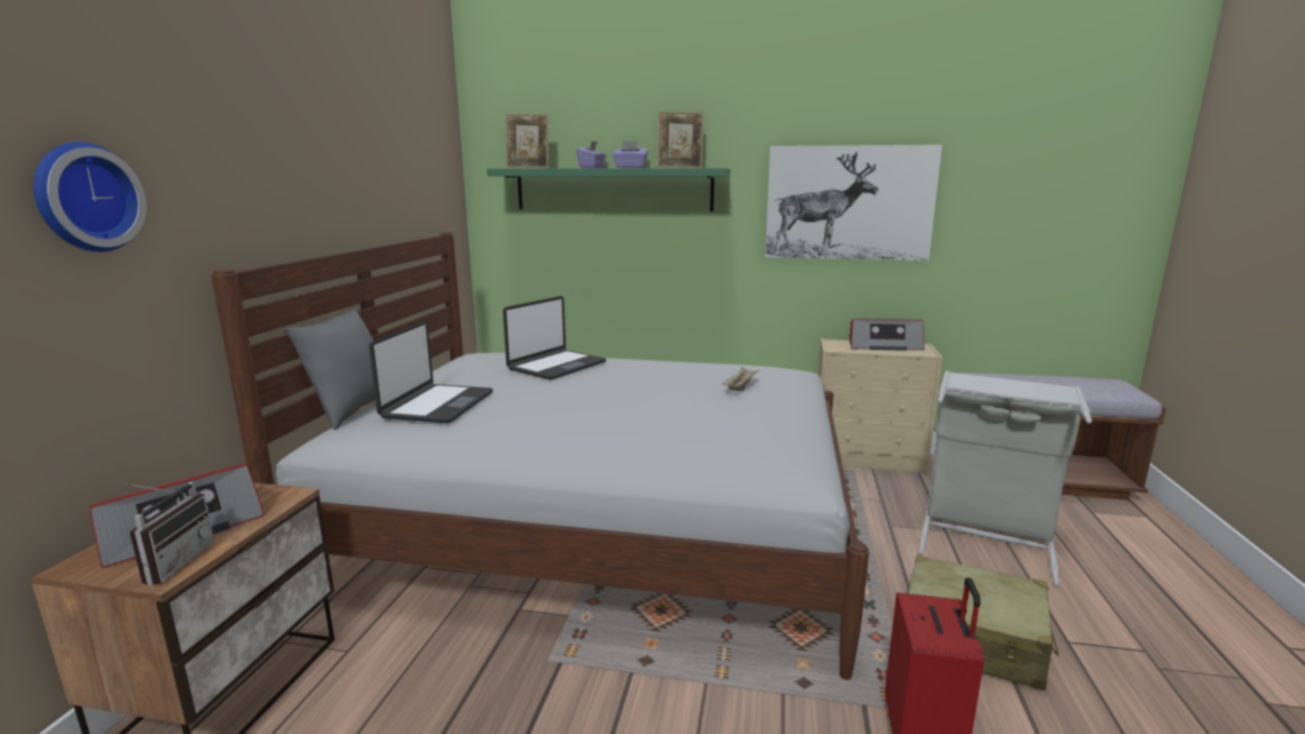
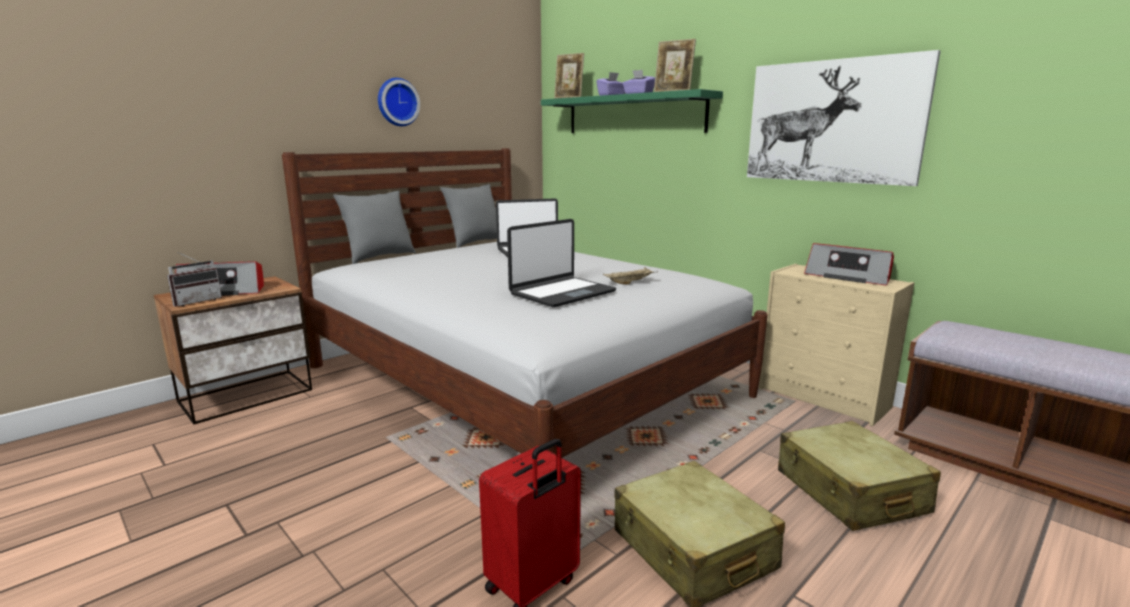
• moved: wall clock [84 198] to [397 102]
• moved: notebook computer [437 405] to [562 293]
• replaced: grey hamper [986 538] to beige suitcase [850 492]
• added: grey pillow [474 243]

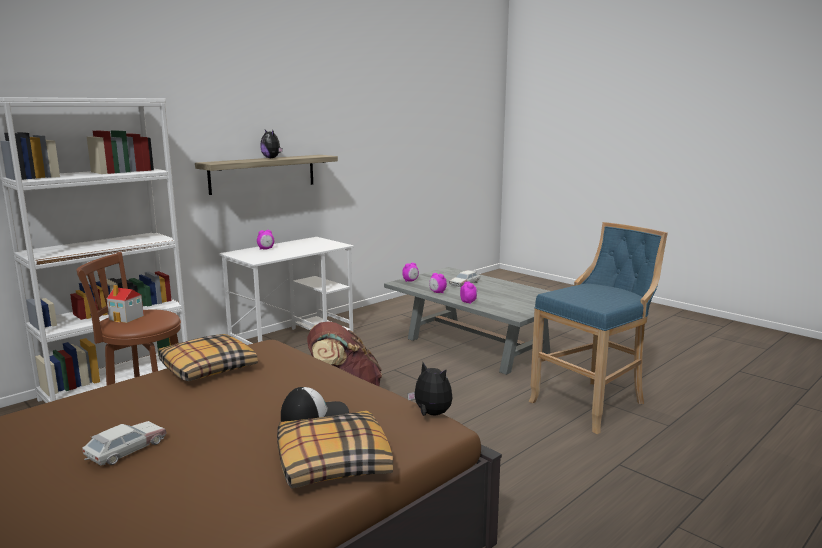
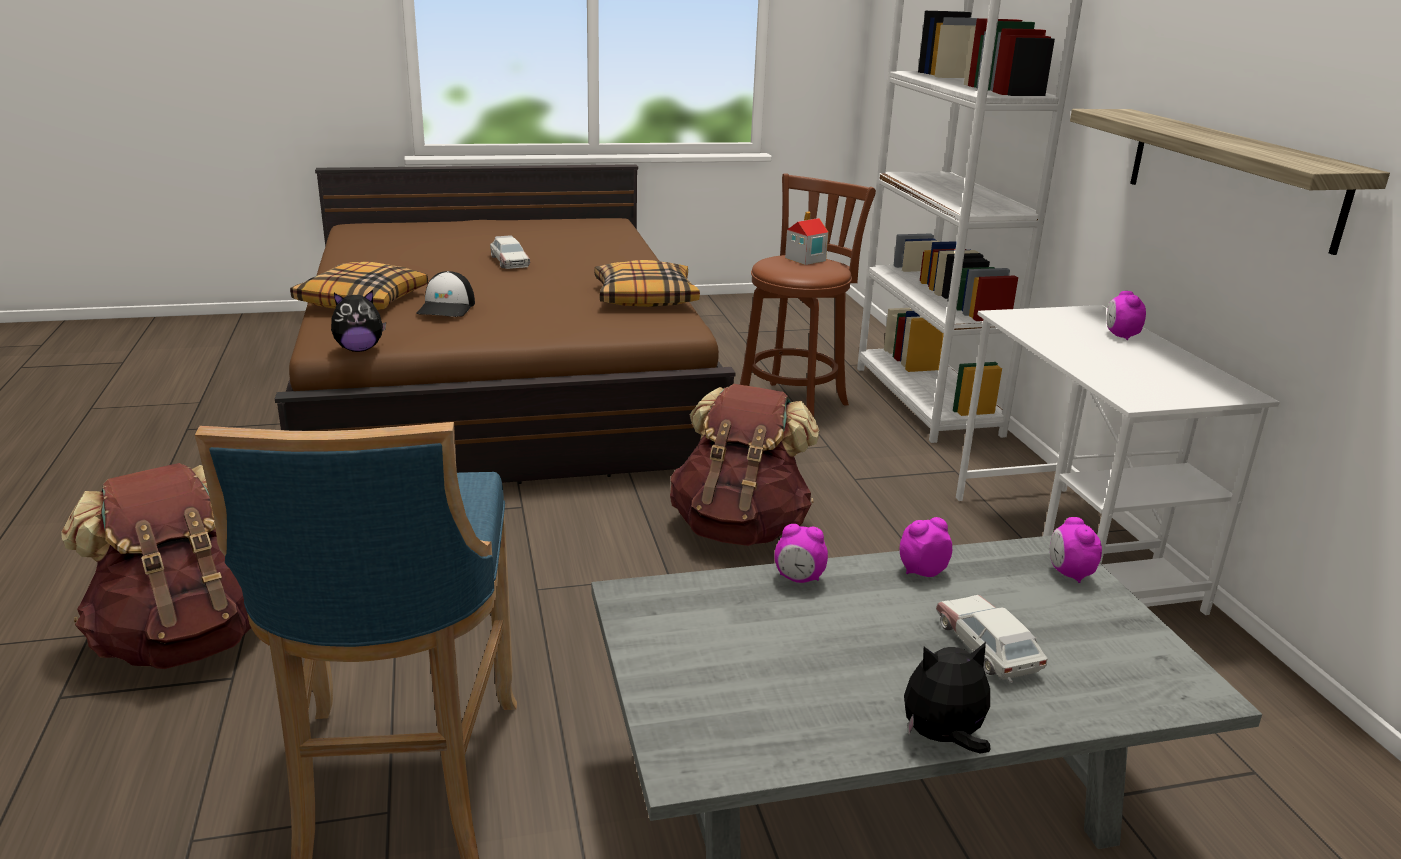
• moved: plush toy [272 158] to [943 738]
• added: brownish rucksack [186 638]

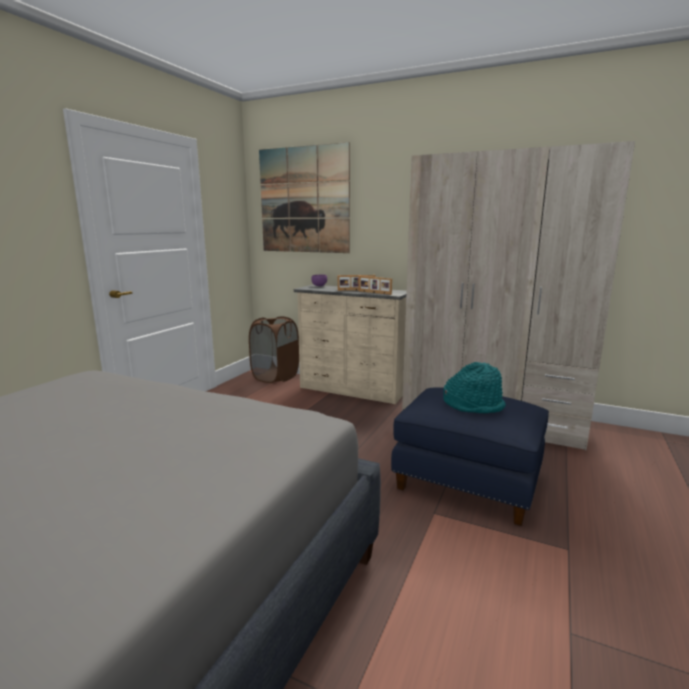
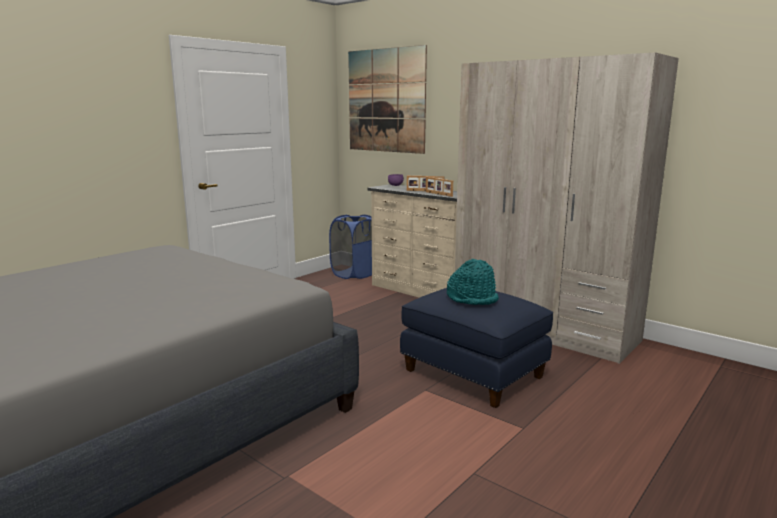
• recoloured: brownish hamper [275 377] to blue-coloured hamper [354 274]

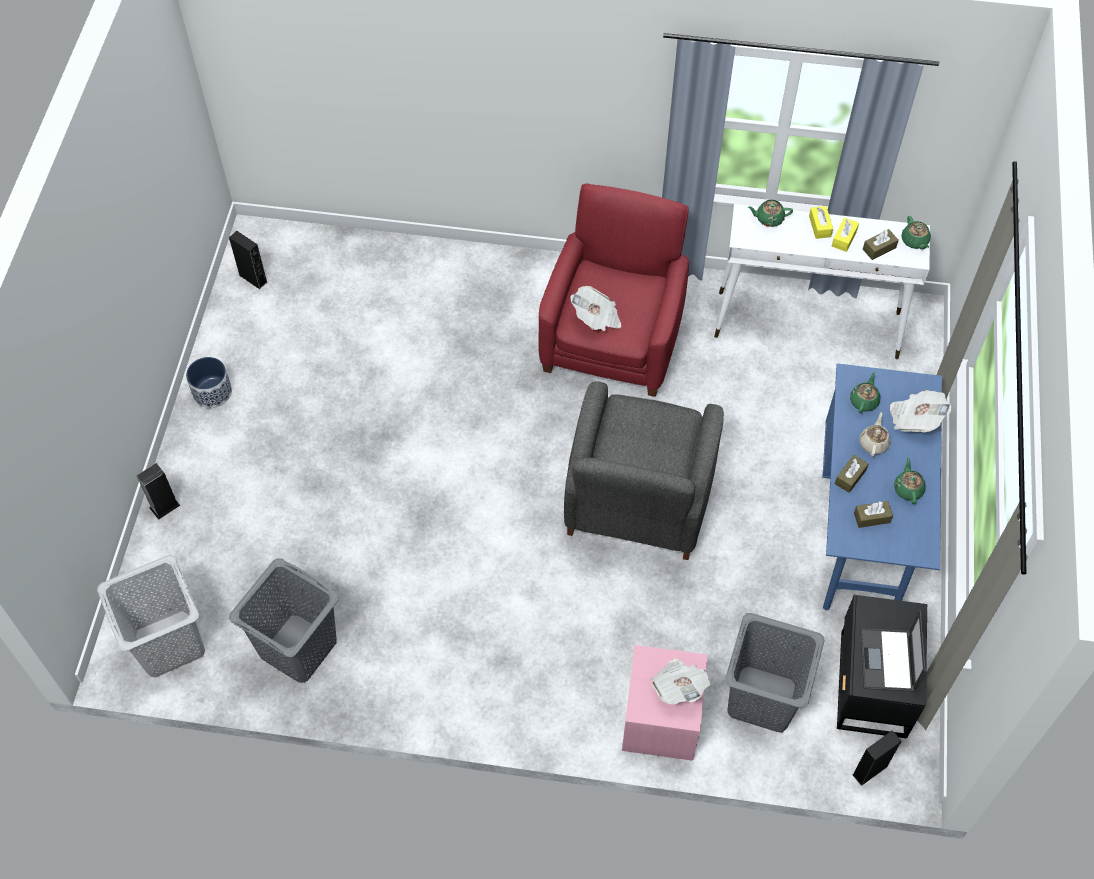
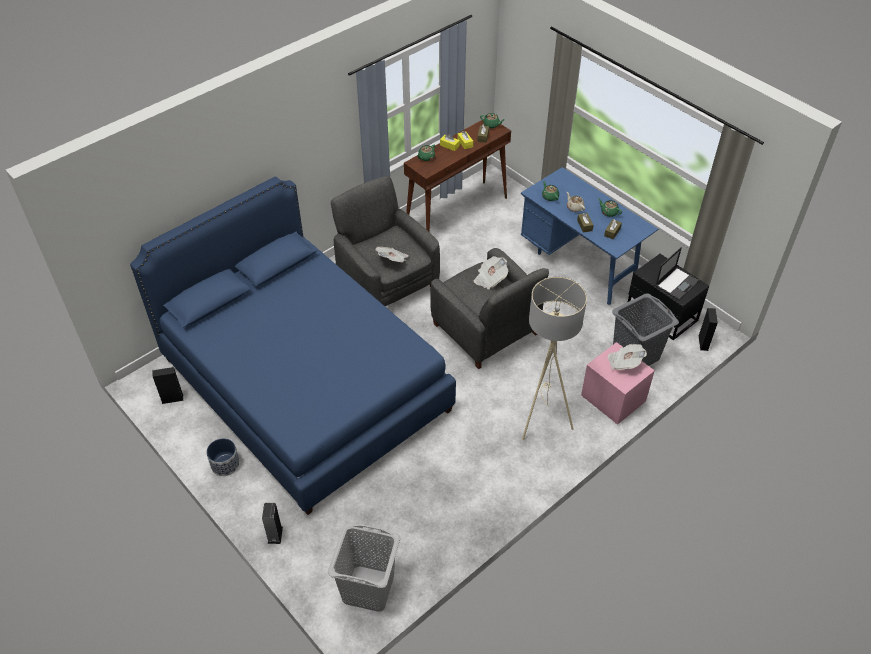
• recoloured: red easy chair [613 338] to grey easy chair [386 280]
• recoloured: white console table [808 325] to brownish console table [457 213]
• moved: newspaper [915 419] to [490 279]
• removed: grey hamper [297 648]
• turned: notebook computer [887 661] = [677 283] 90 degrees counterclockwise
• added: blue-coloured bed [305 384]
• added: beige floor lamp [541 417]

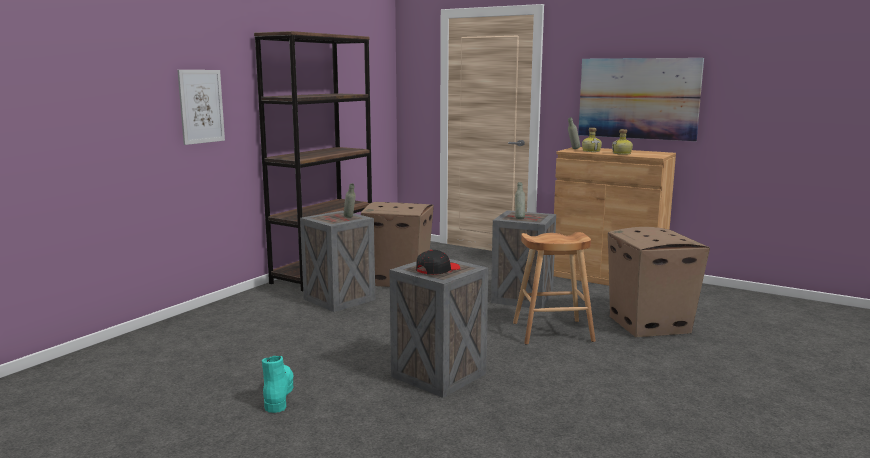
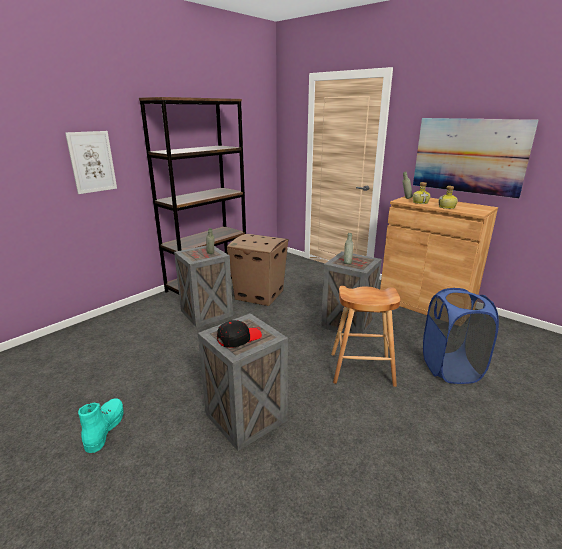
• replaced: cardboard box [649 325] to blue-coloured hamper [450 368]

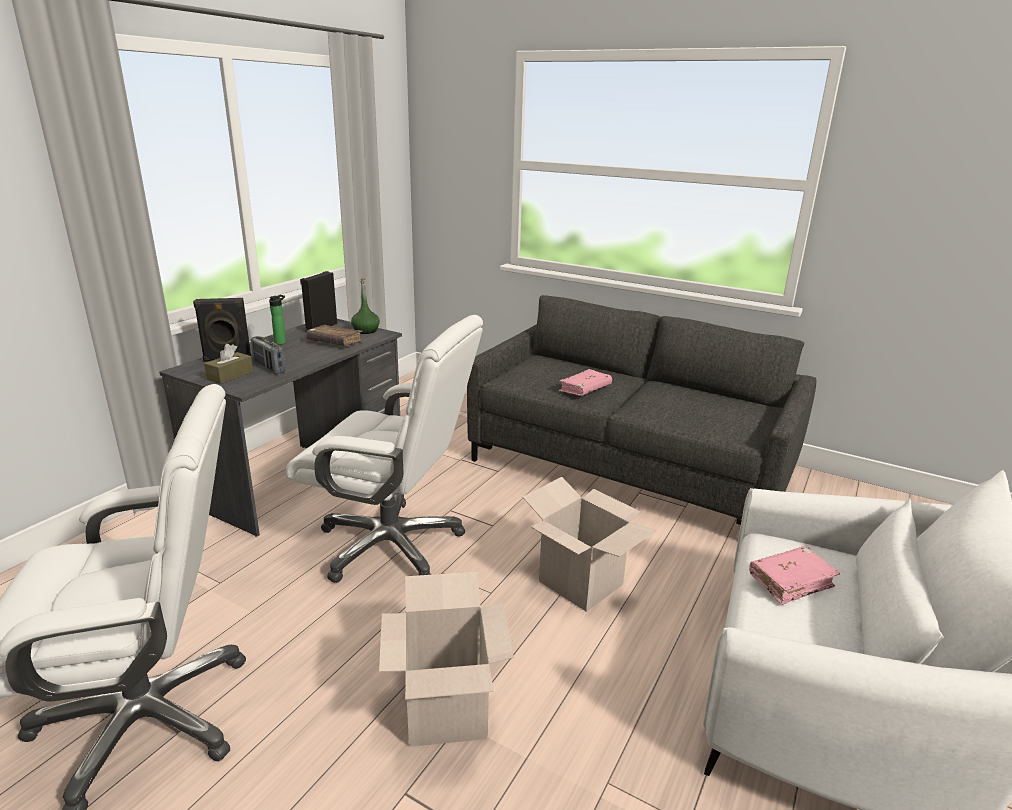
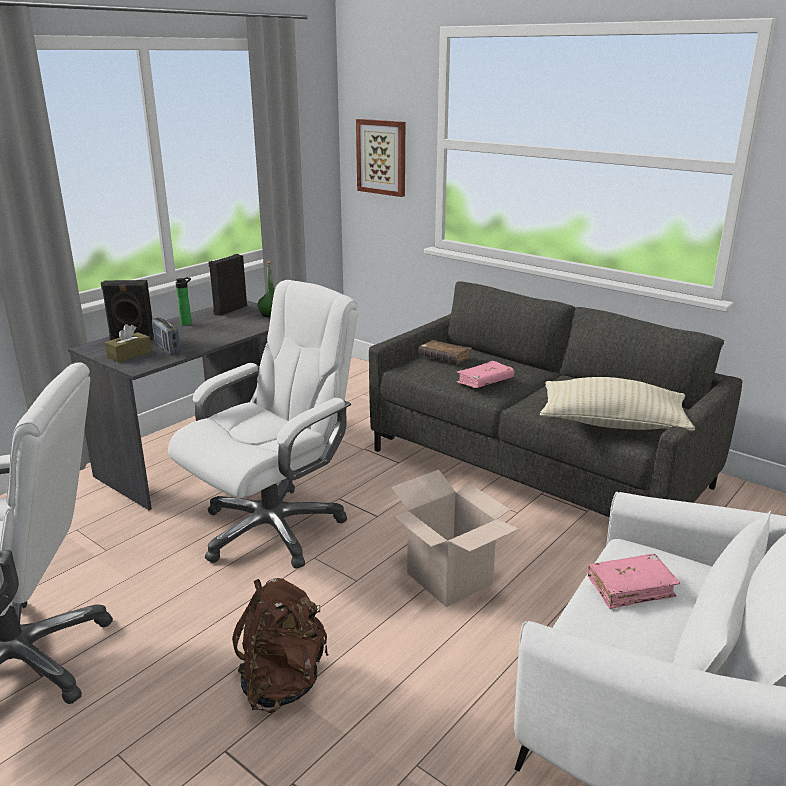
• turned: white desk chair [392 545] = [273 527] 75 degrees counterclockwise
• moved: brownish bound book [335 342] to [444 358]
• replaced: cardboard box [446 709] to brownish rucksack [282 683]
• added: wall picture [382 157]
• added: beige pillow [612 423]

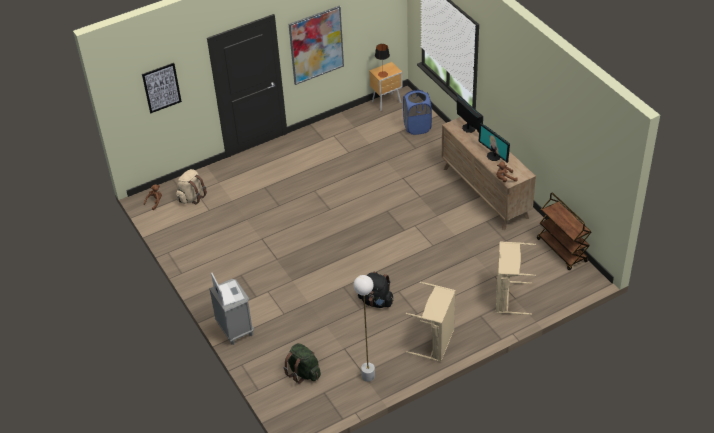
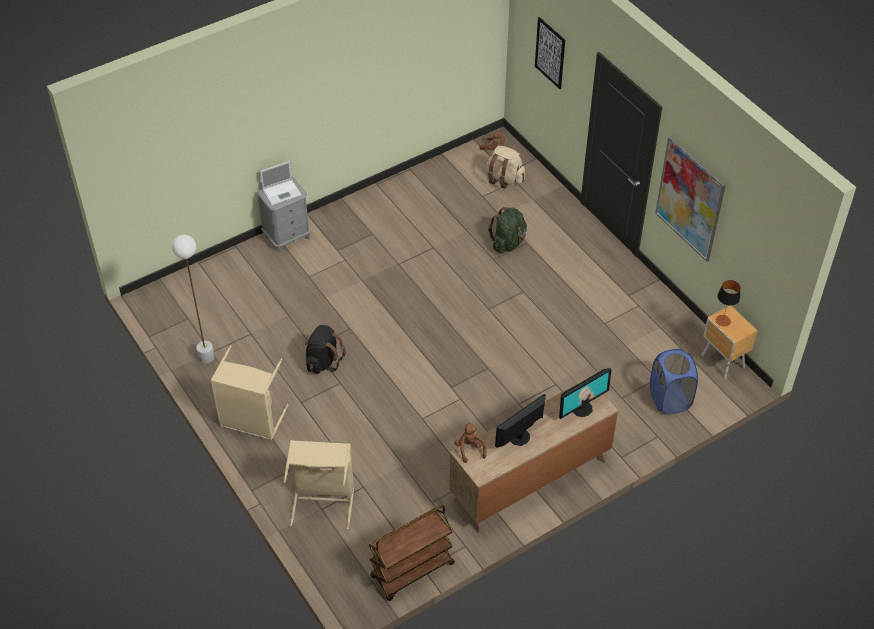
• moved: greenish rucksack [303 373] to [508 243]

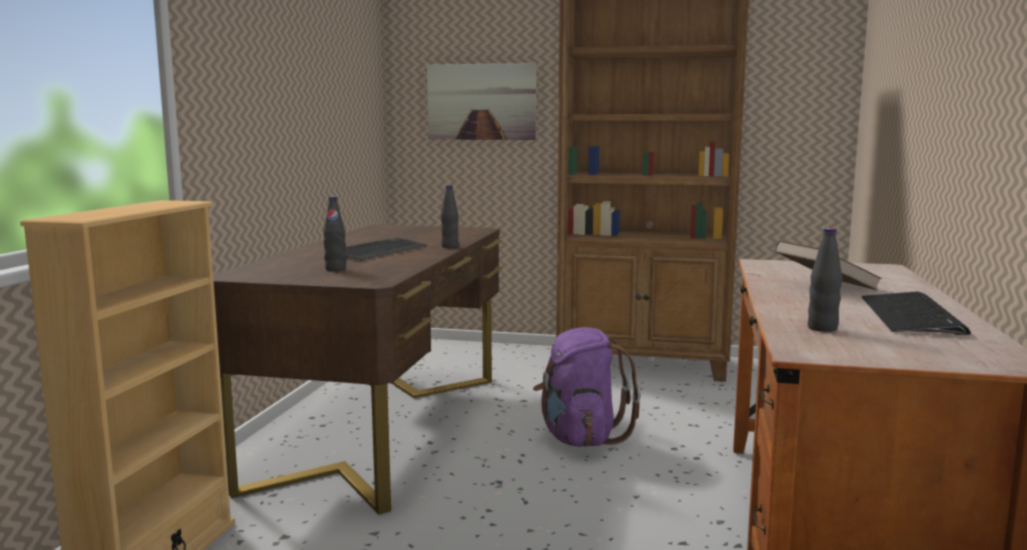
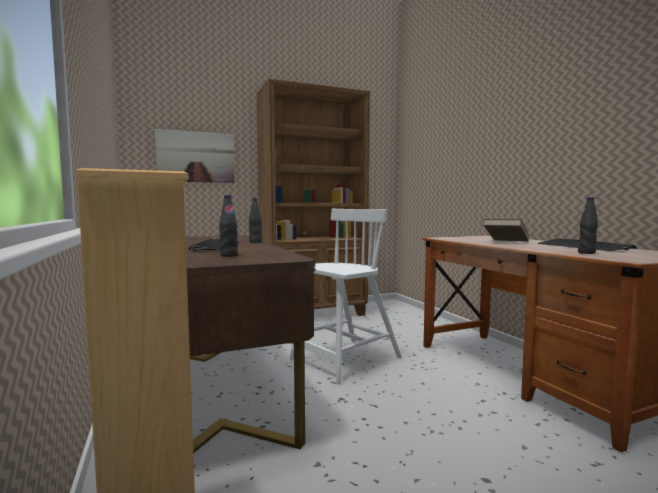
• replaced: purplish rucksack [580 438] to white upright chair [344 360]

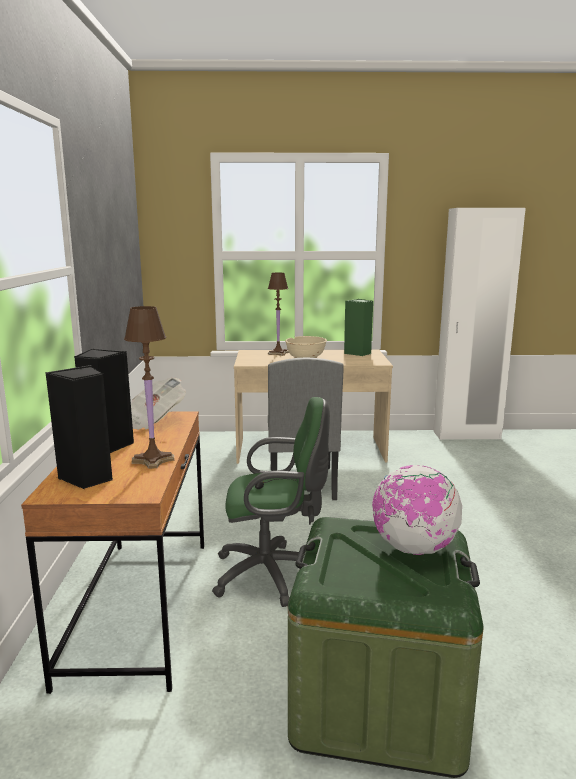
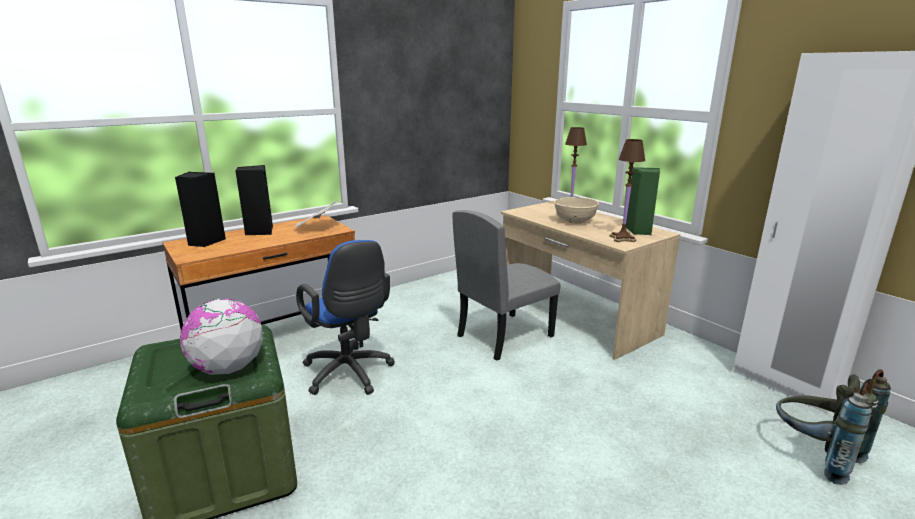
• moved: brownish lamp for a table [153 460] to [622 238]
• recoloured: greenish desk chair [273 574] to blue-coloured desk chair [350 374]
• added: grey rucksack [814 455]

